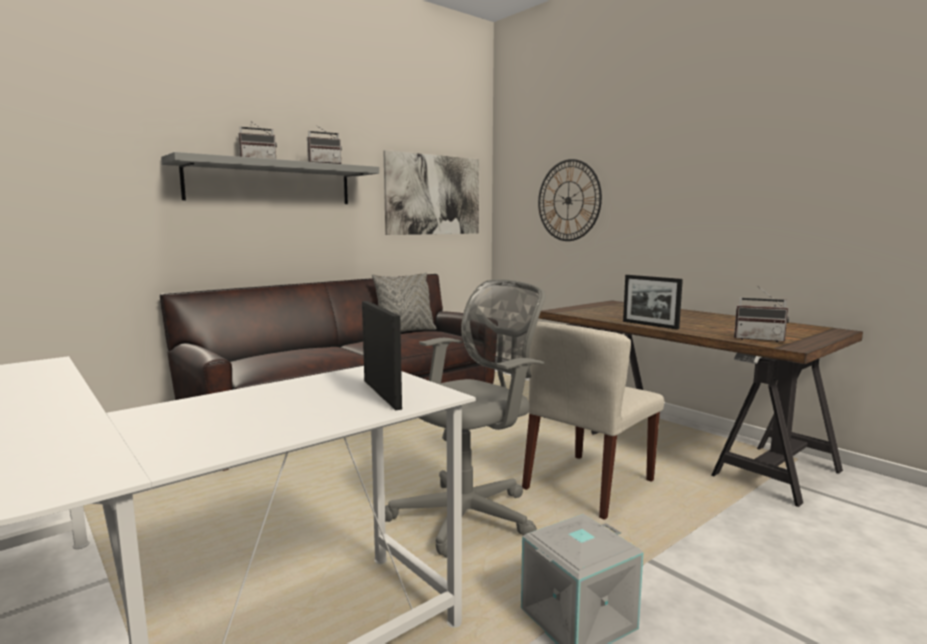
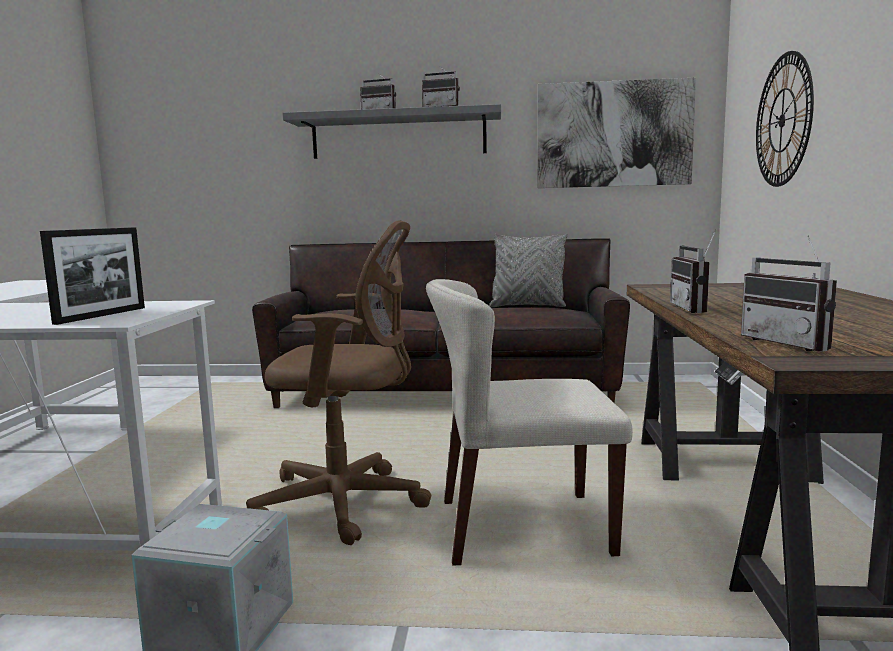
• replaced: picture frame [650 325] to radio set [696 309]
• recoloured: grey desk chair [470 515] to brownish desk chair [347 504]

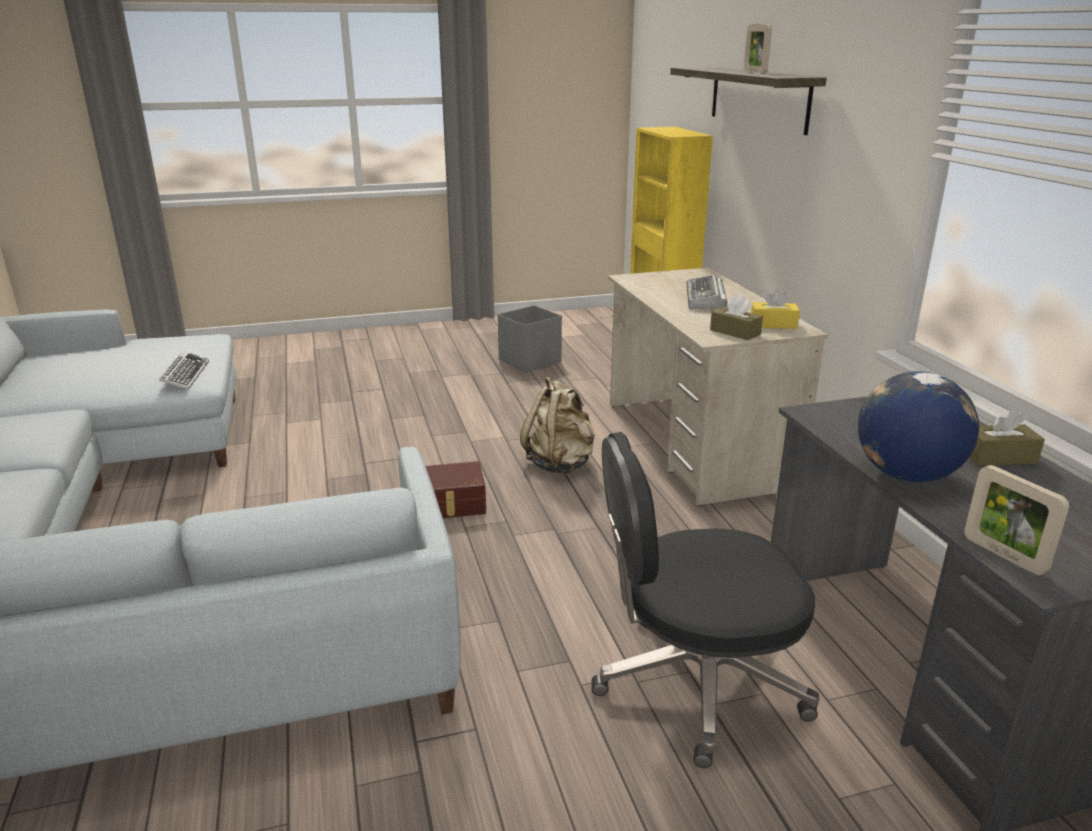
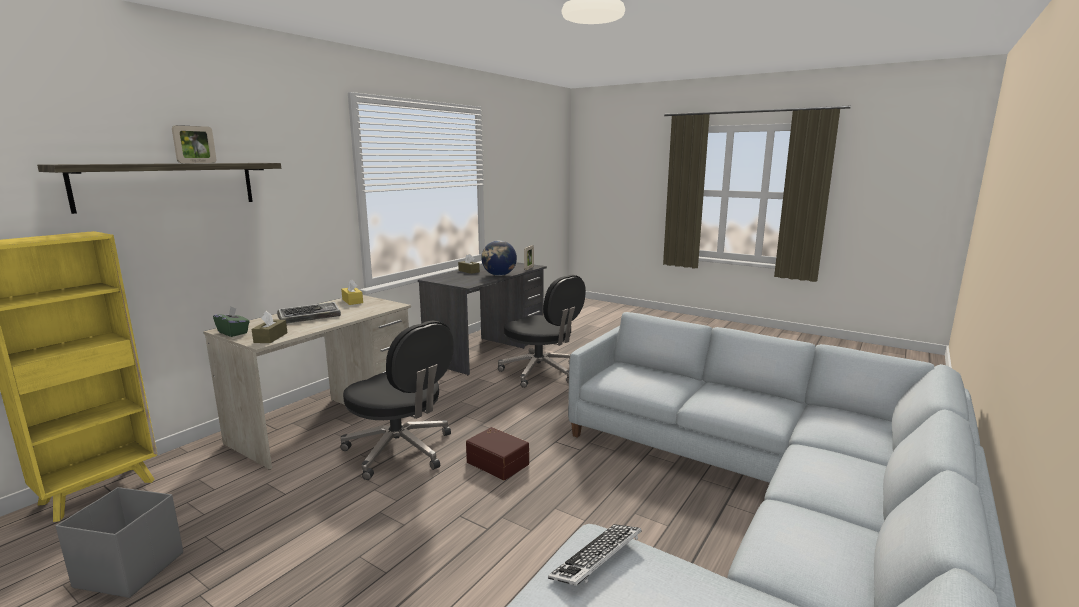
• moved: brownish tissue box [735 332] to [270 337]
• replaced: beige rucksack [560 464] to black-coloured desk chair [401 450]
• added: greenish tissue box [233 332]

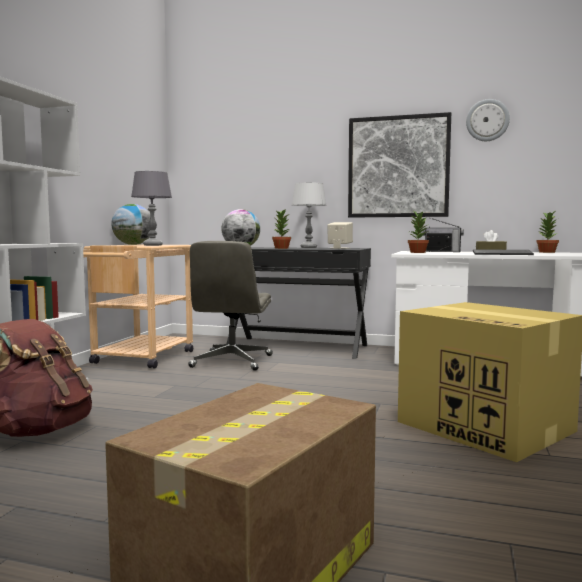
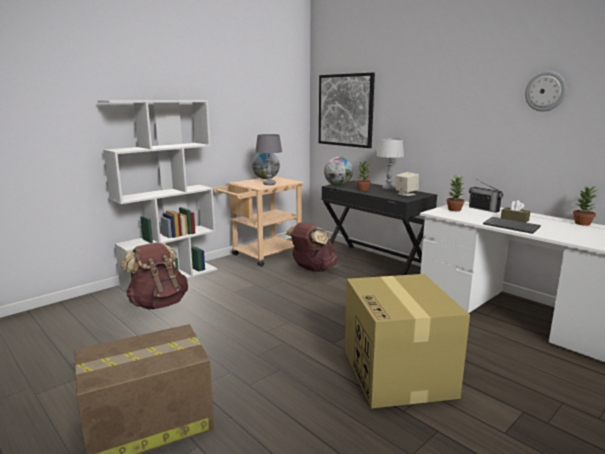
• moved: wall picture [398 167] to [345 110]
• replaced: grey desk chair [232 361] to brownish rucksack [312 269]

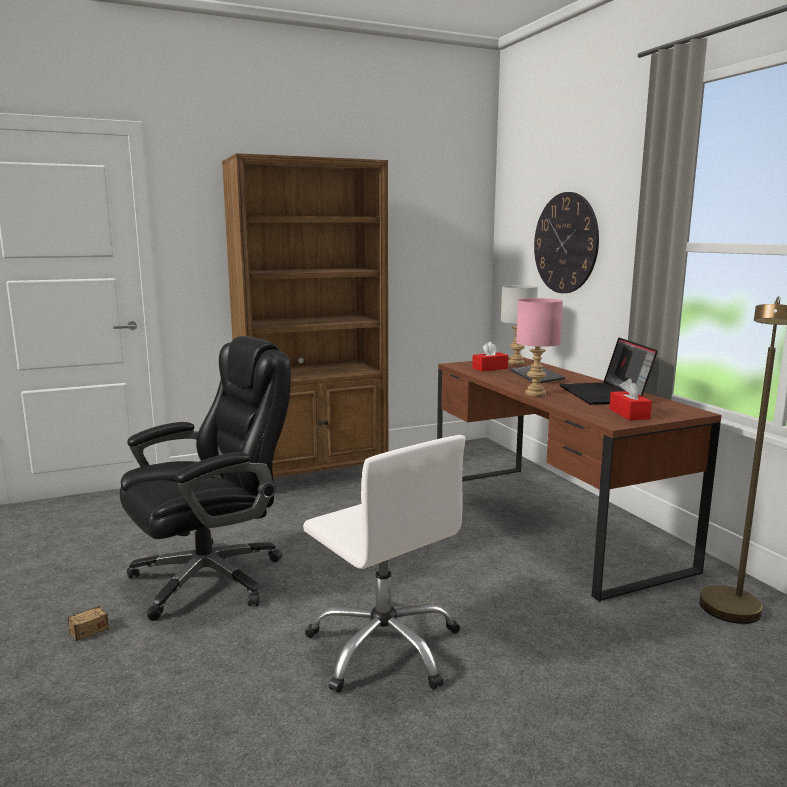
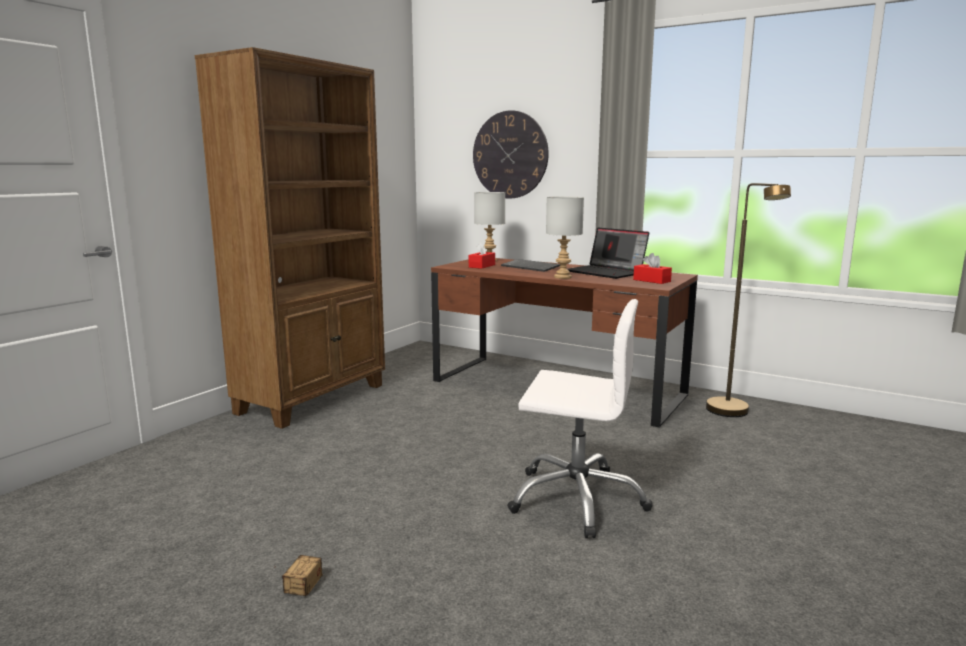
• recoloured: pinkish lamp for a table [534 393] to grey lamp for a table [562 277]
• removed: black-coloured desk chair [211 578]

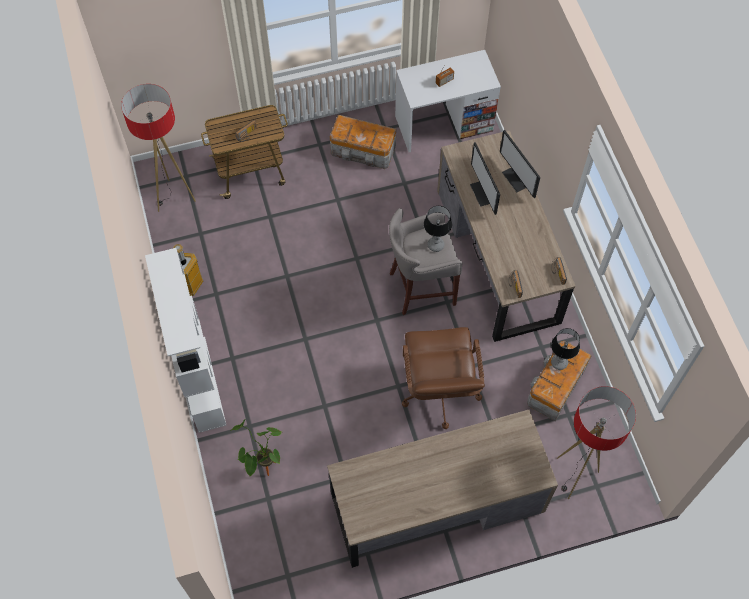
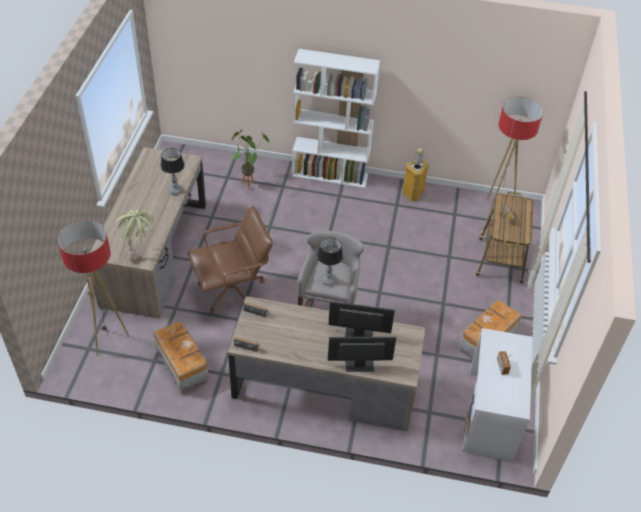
• turned: brownish desk chair [439 392] = [233 291] 135 degrees clockwise
• moved: lamp for a table [559 363] to [175 190]
• added: plant in a pot [140 251]

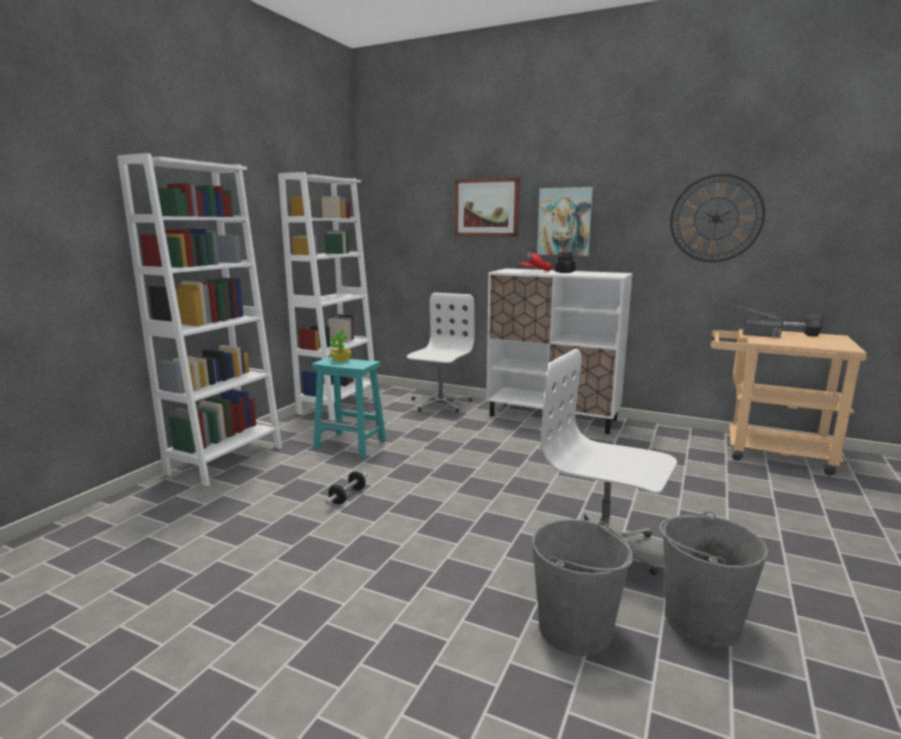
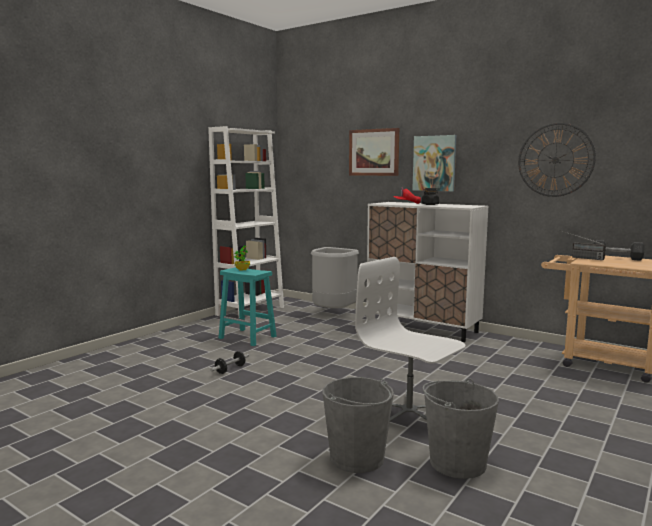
• removed: white bookshelf [226 460]
• replaced: white desk chair [440 403] to grey rubbish bin [333 313]

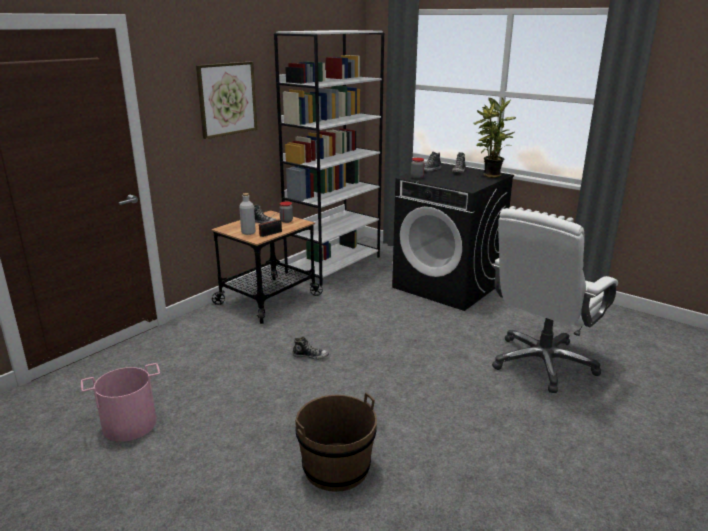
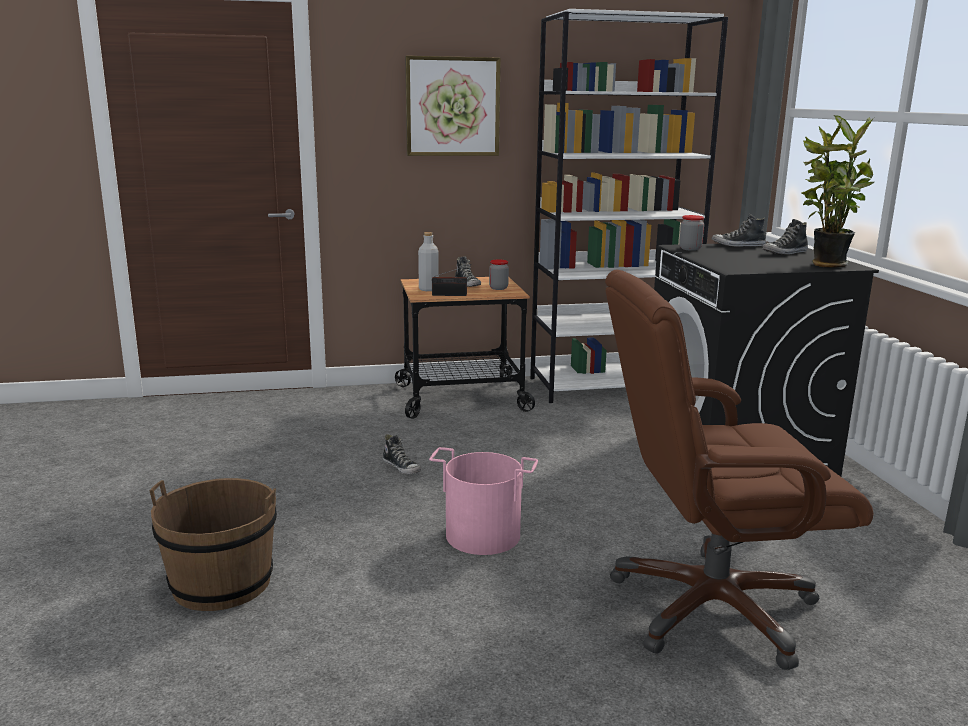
• recoloured: white desk chair [542 363] to brownish desk chair [710 608]
• moved: pinkish pail [129 424] to [483 534]

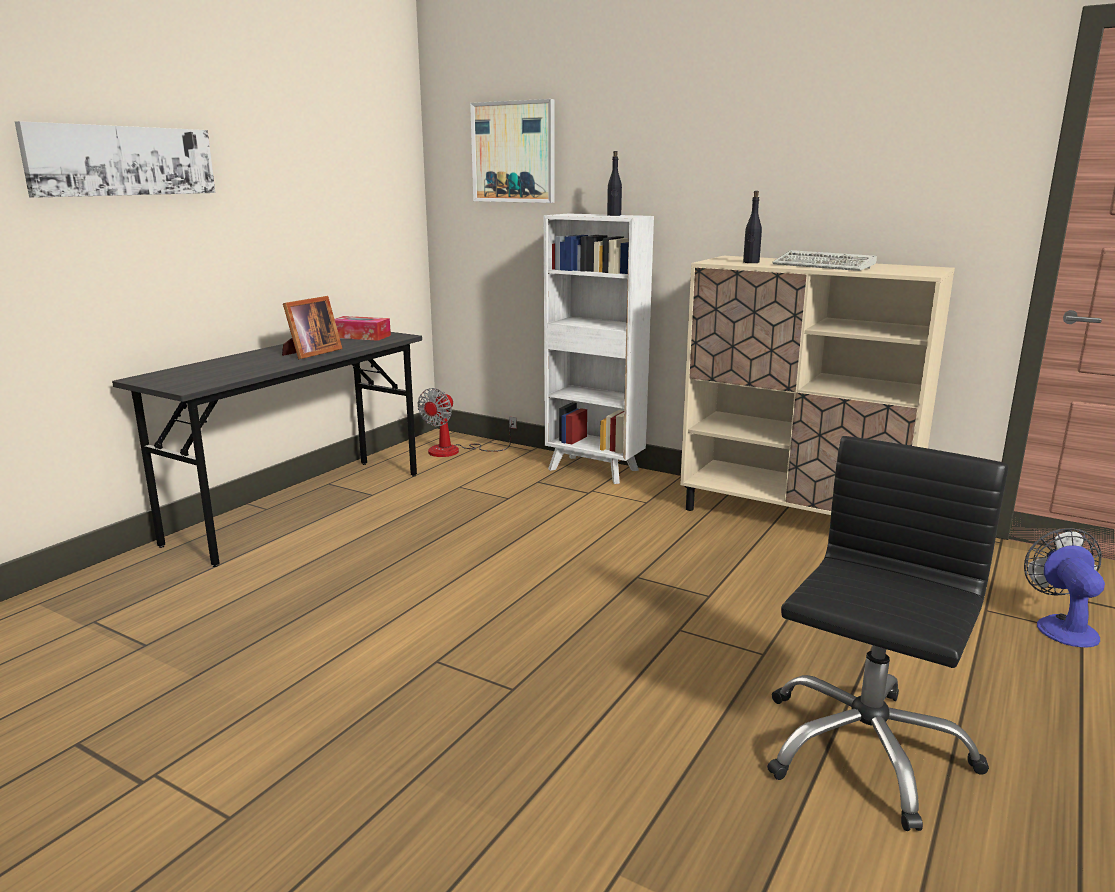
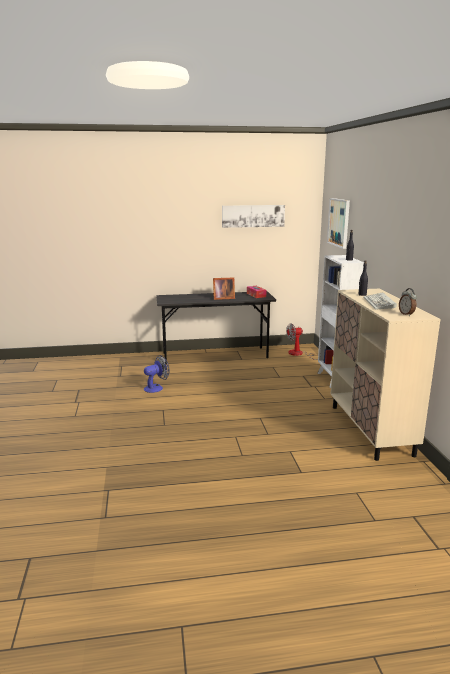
• moved: wall picture [122 161] to [253 216]
• removed: black-coloured desk chair [864 749]
• moved: fan [1061 626] to [156 388]
• added: alarm clock [406 314]

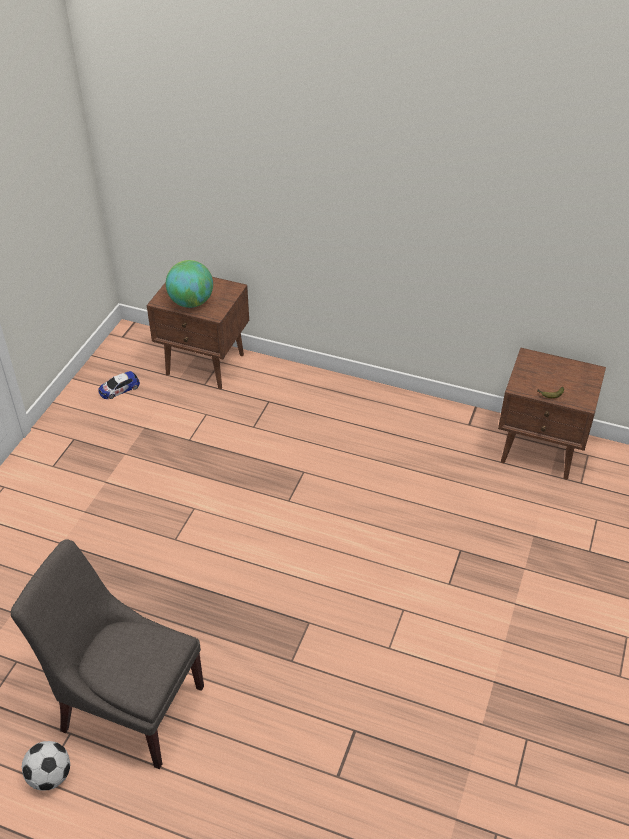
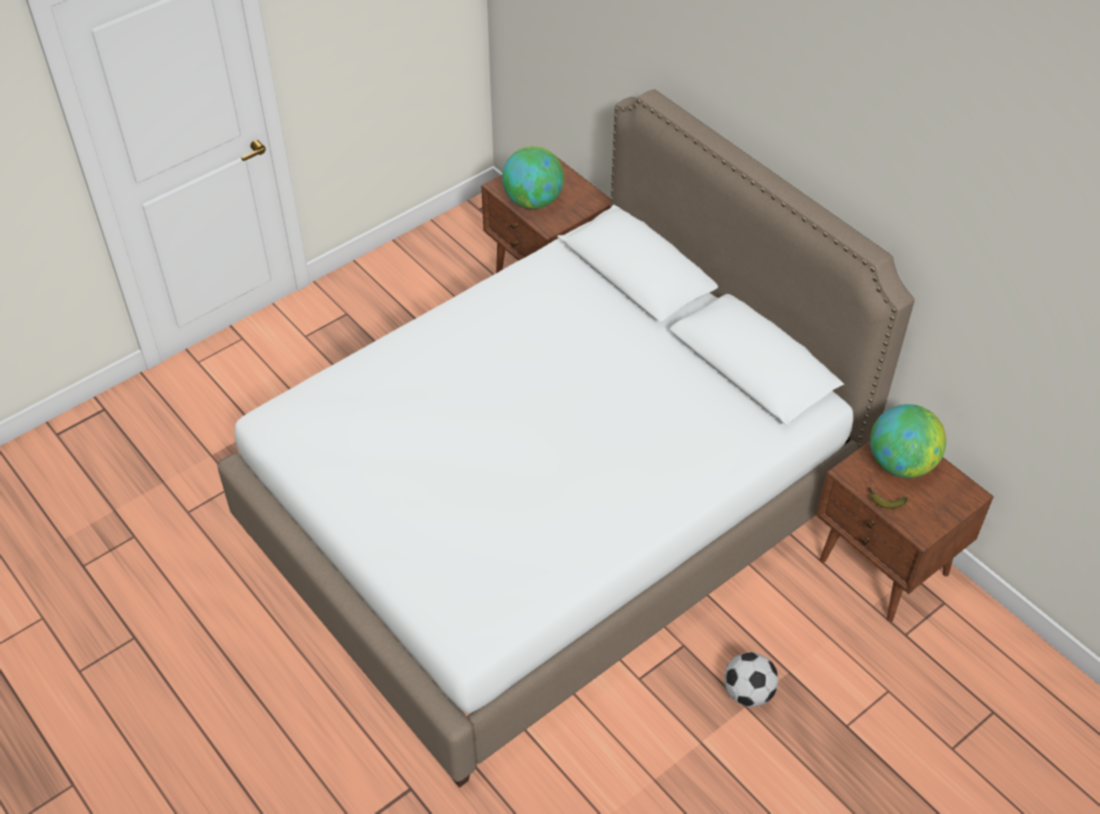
• removed: toy car [119 389]
• removed: grey upright chair [128 704]
• moved: football [50 776] to [748 692]
• added: white bed [550 511]
• added: desk globe [900 463]

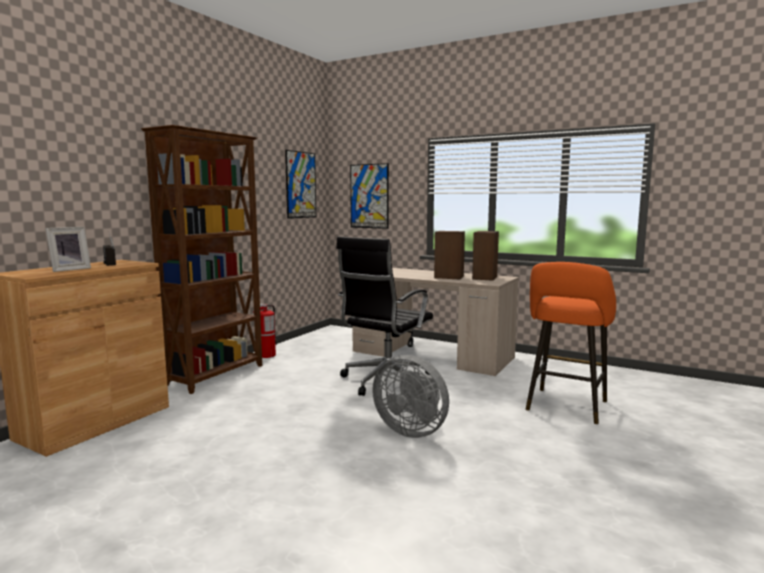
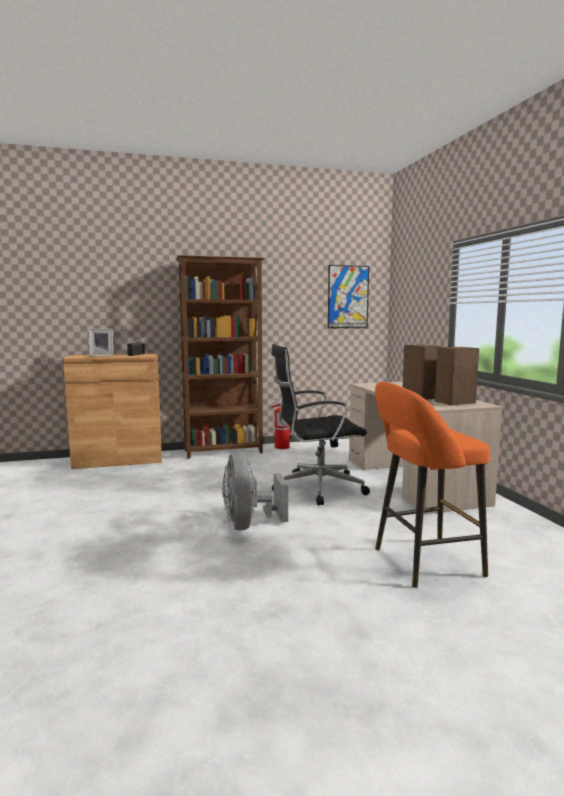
• removed: wall picture [369 196]

